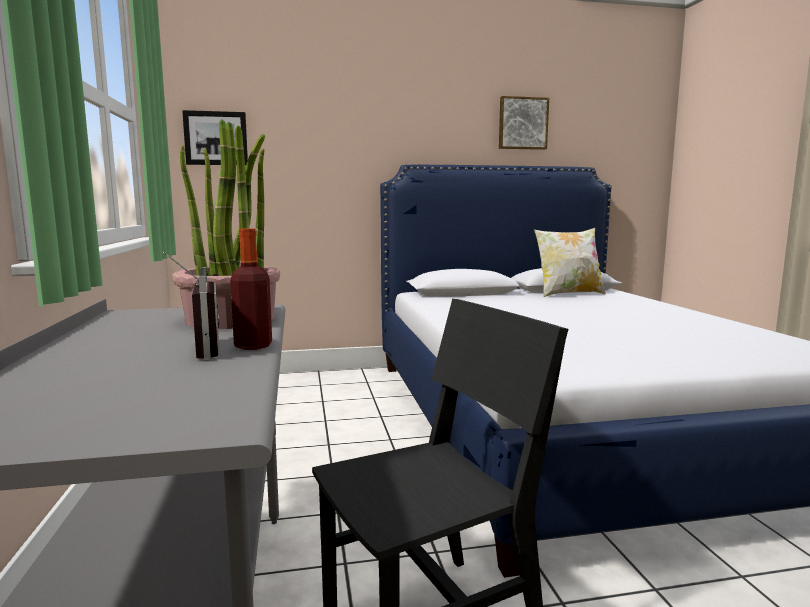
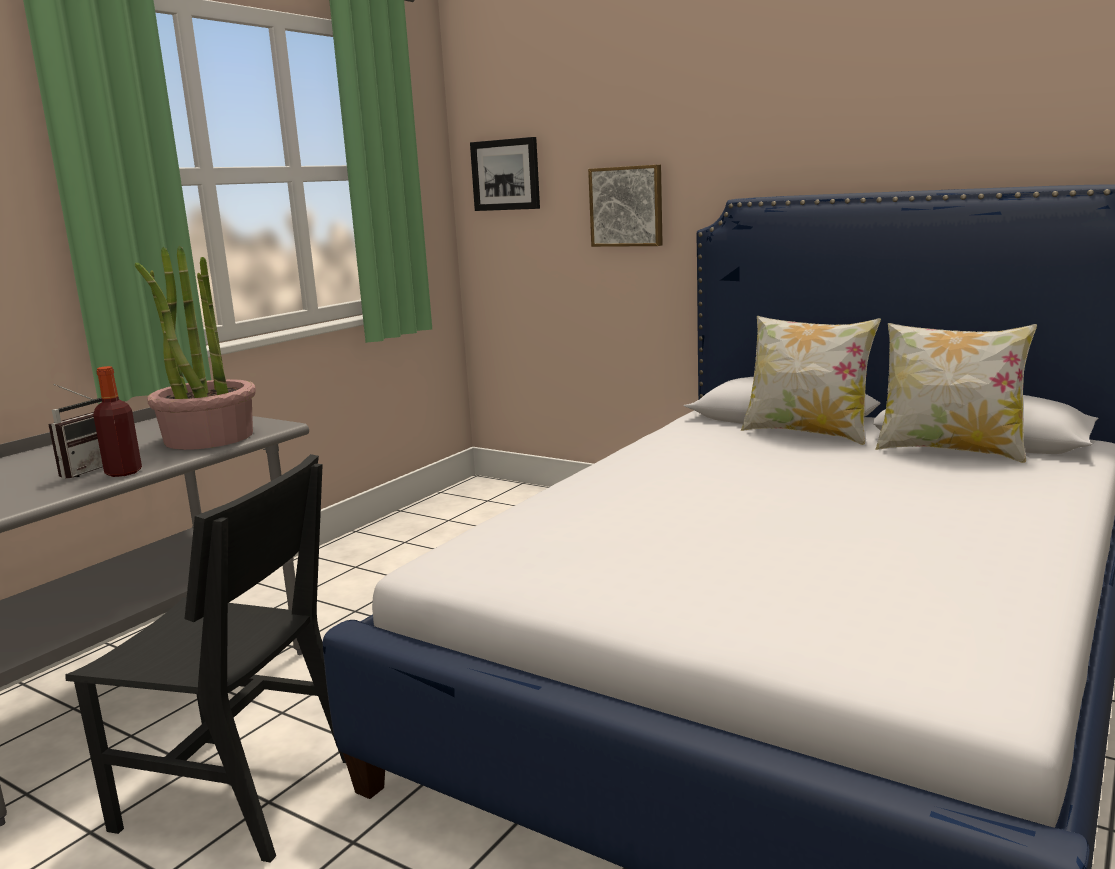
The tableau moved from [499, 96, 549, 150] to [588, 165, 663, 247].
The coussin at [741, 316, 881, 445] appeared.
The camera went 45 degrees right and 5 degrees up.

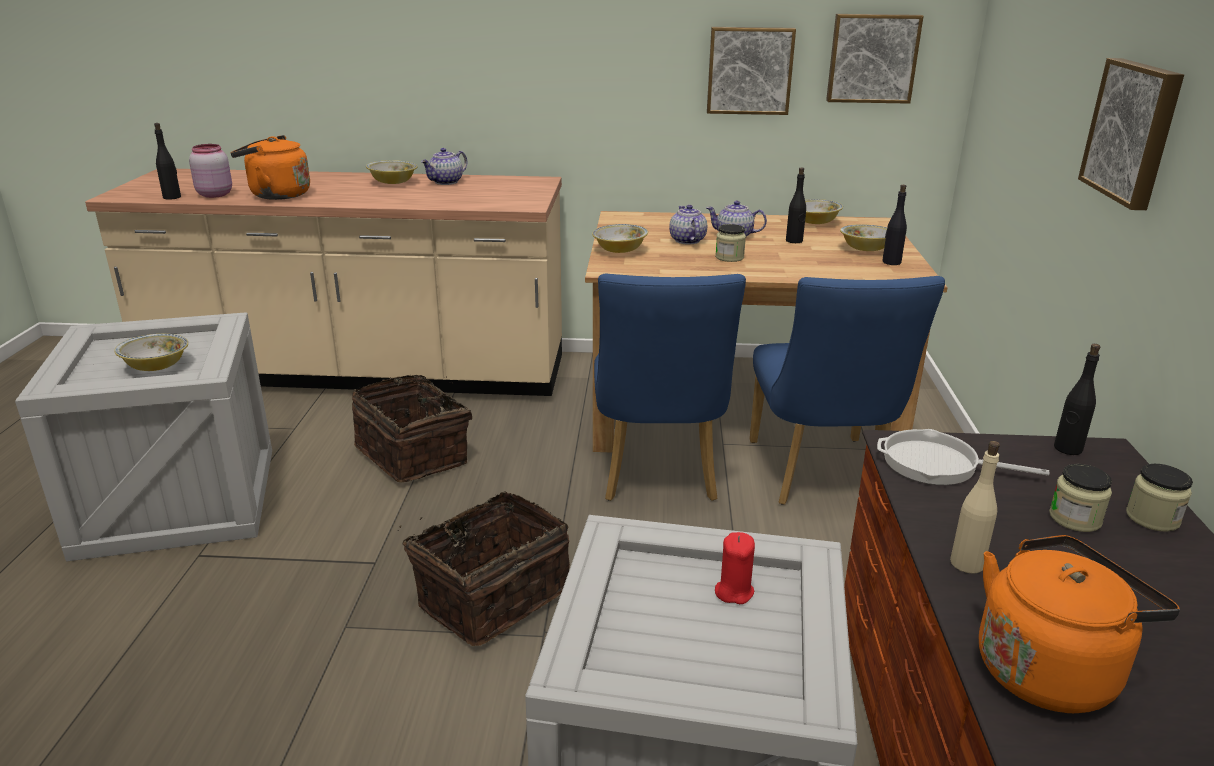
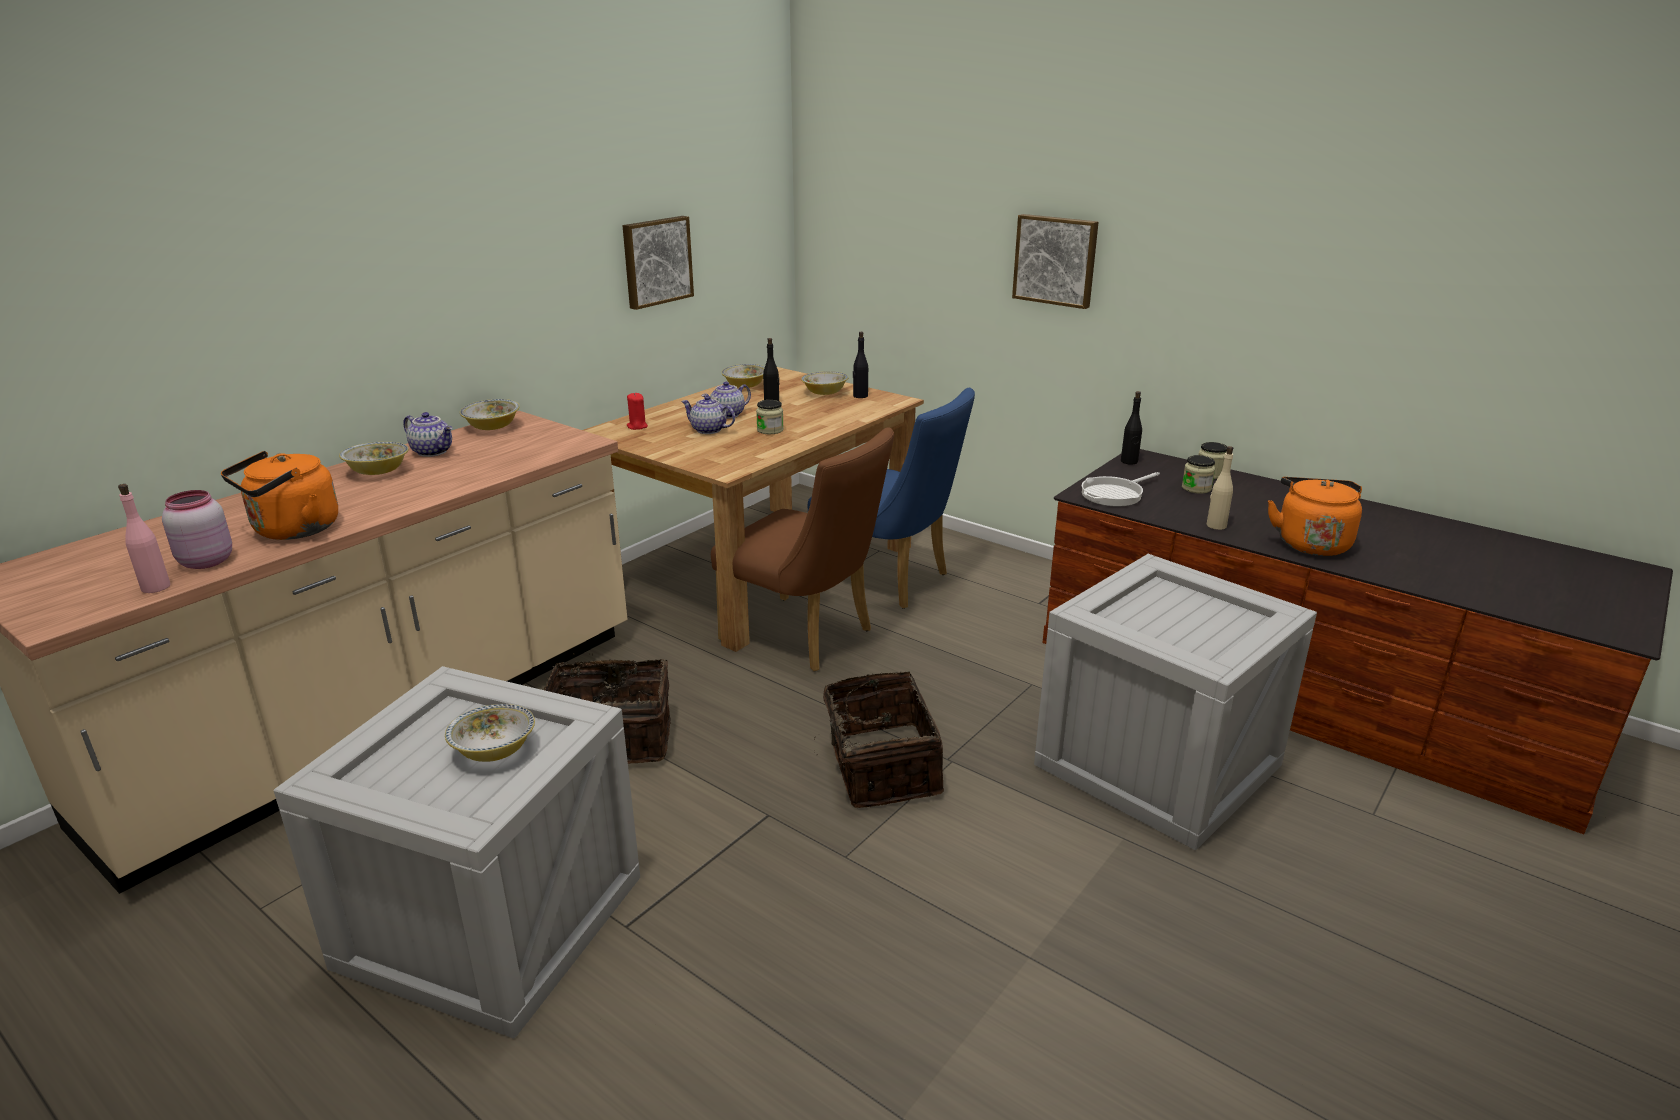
The tableau at [826, 14, 923, 104] disappeared.
The bouteille [noir] at [154, 123, 181, 200] became the bouteille [rose] at [118, 484, 170, 593].
The théière at [421, 148, 467, 185] turned 45 degrees counterclockwise.
The bol moved from [592, 224, 648, 253] to [460, 399, 520, 430].
The chaise [bleu] at [594, 274, 746, 501] became the chaise [marron] at [711, 427, 894, 672].
The bougie [rouge] moved from [715, 532, 755, 604] to [627, 393, 648, 430].
The camera went 55 degrees left and 0 degrees up.

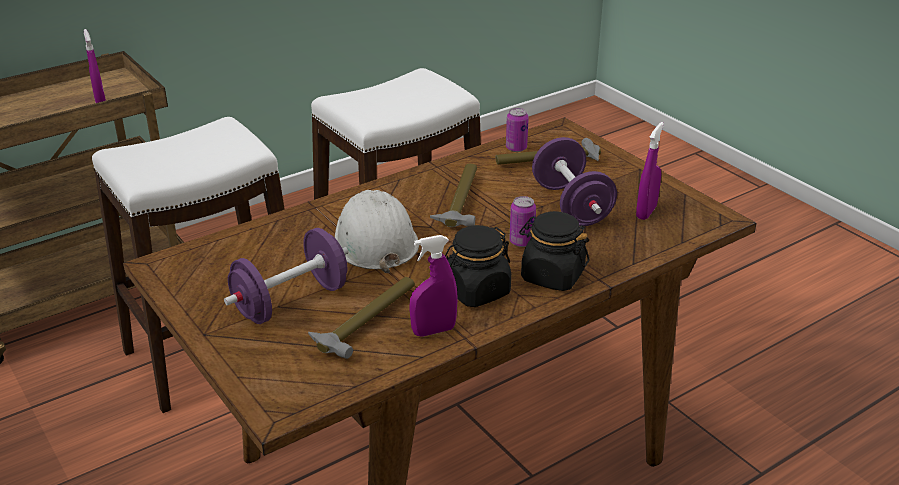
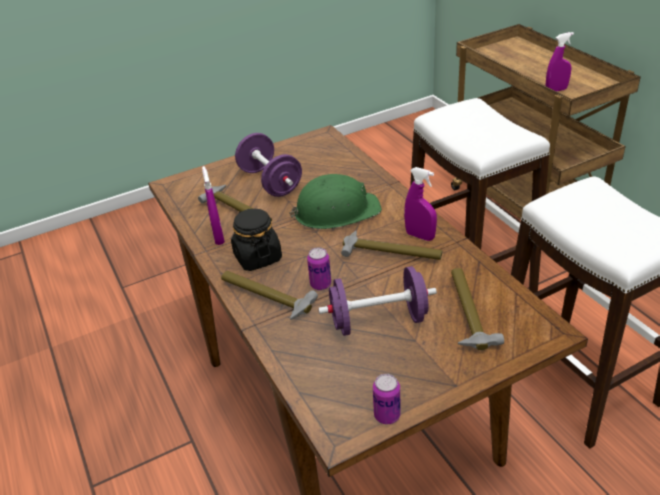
The boîte métallique moved from [506, 108, 529, 152] to [373, 374, 401, 424].
The vaporisateur [violet] moved from [636, 122, 664, 220] to [404, 167, 437, 241].
The casque de chantier [blanc] at [335, 190, 419, 273] became the casque de chantier [vert] at [289, 174, 382, 229].
The bocal [noir] at [519, 211, 589, 291] was replaced by the marteau at [221, 271, 318, 320].
The camera went 100 degrees right and 5 degrees up.

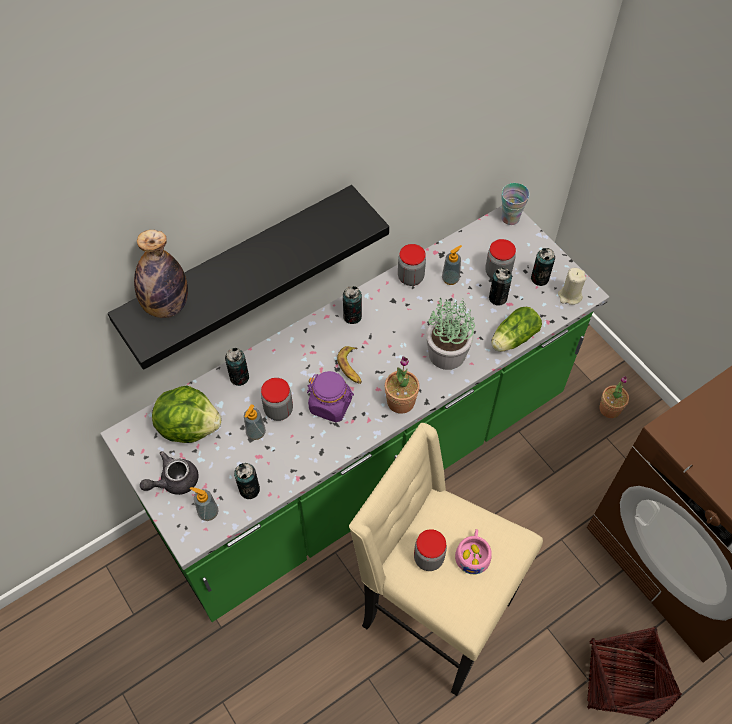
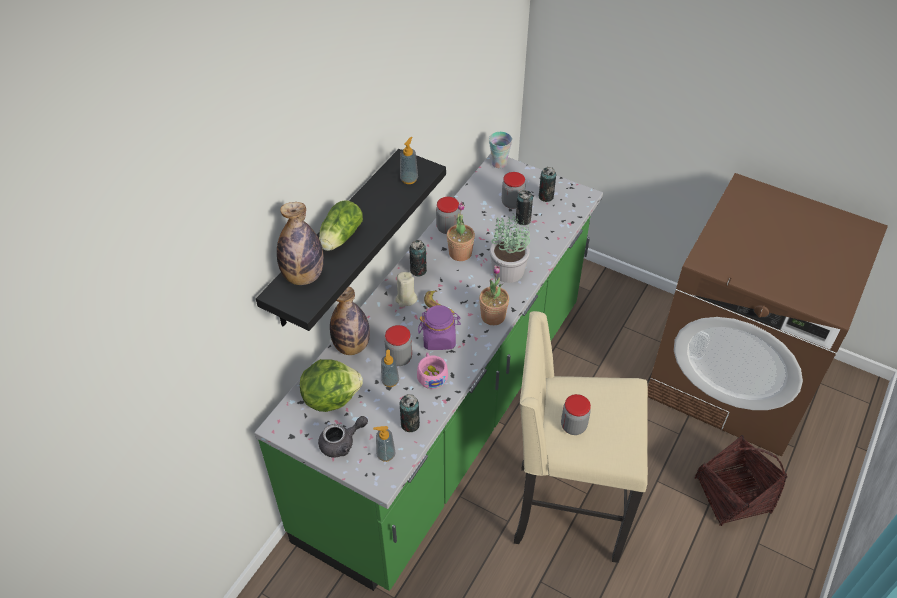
The distributeur de savon moved from [442, 245, 462, 285] to [400, 137, 418, 184].
The bougie [beige] moved from [558, 268, 586, 305] to [395, 272, 418, 307].
The laitue moved from [491, 307, 542, 352] to [319, 201, 363, 251].
The boîte métallique at [225, 348, 249, 386] was replaced by the bouteille at [330, 287, 370, 355].
The plante en pot moved from [599, 376, 629, 418] to [447, 202, 475, 261].
The théière [gris] at [140, 451, 199, 495] turned 150 degrees counterclockwise.
The tasse [rose] moved from [455, 529, 491, 574] to [417, 353, 448, 389].
The camera went 25 degrees left and 10 degrees down.

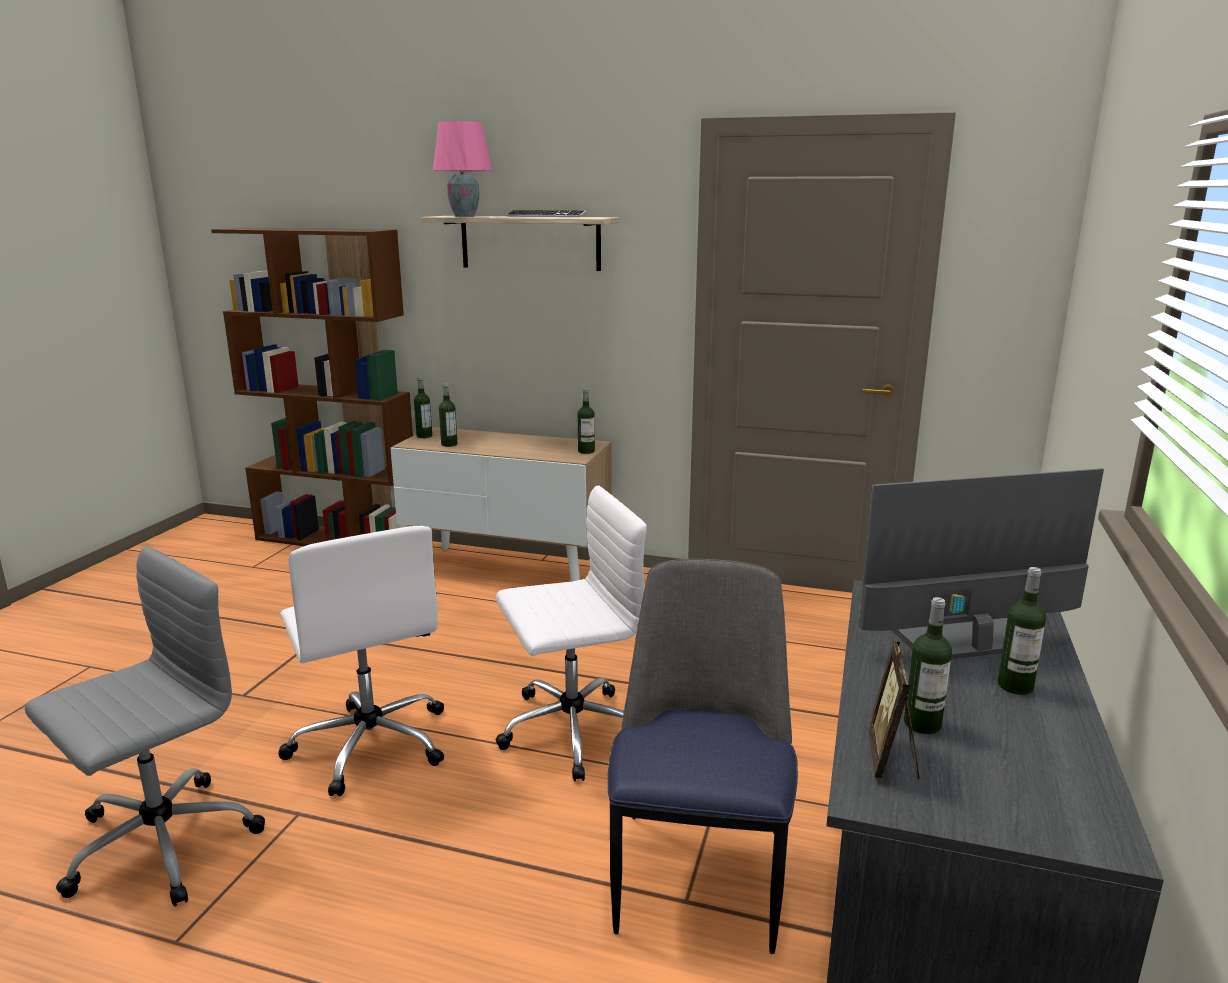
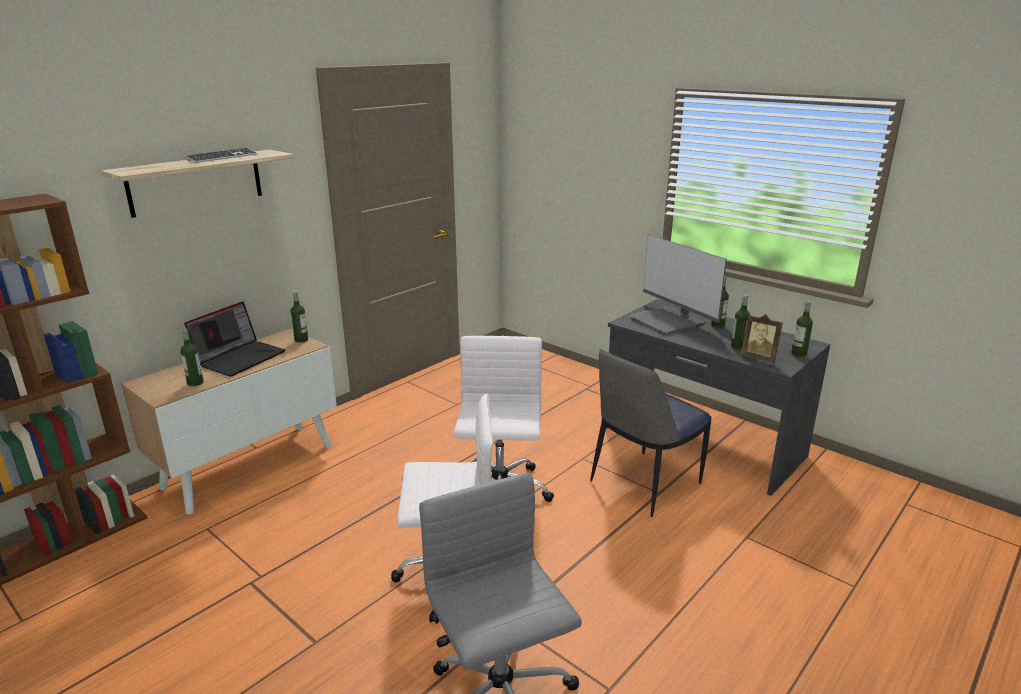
The lampe de table [rose] at [433, 121, 492, 217] disappeared.
The bouteille moved from [414, 377, 432, 438] to [791, 301, 813, 357].
The écran d'ordinateur at [858, 468, 1104, 659] turned 45 degrees counterclockwise.
The chaise at [608, 559, 798, 954] turned 75 degrees counterclockwise.
The ordinateur portable at [184, 301, 285, 377] appeared.
The camera went 65 degrees left and 5 degrees up.

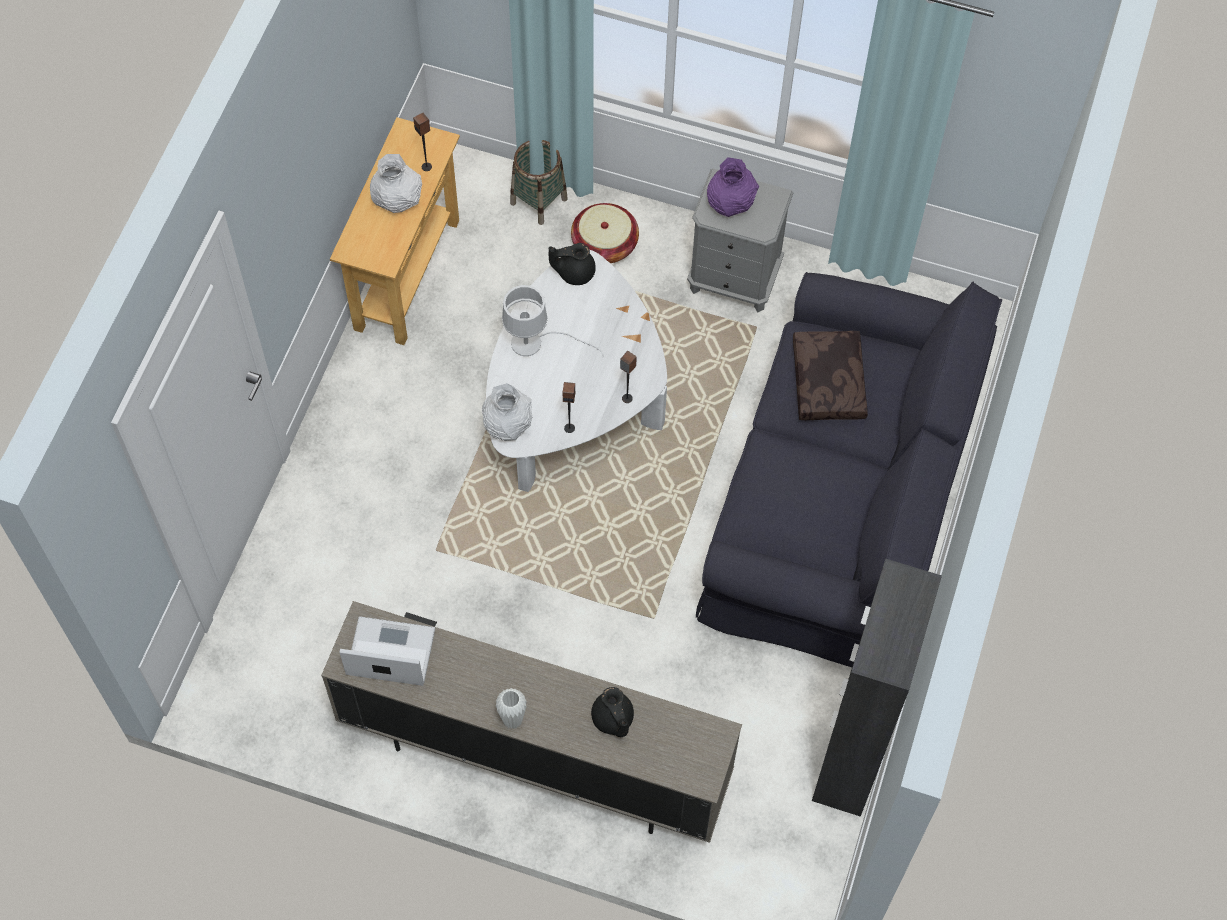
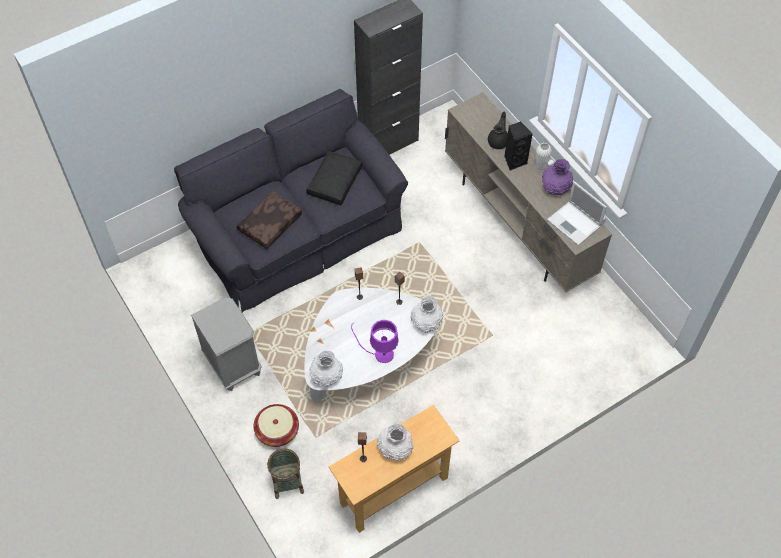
The vase [violet] moved from [707, 157, 759, 217] to [542, 159, 573, 195].
The théière [noir] at [549, 243, 596, 285] was replaced by the vase [blanc] at [310, 351, 343, 387].
The lampe de table [blanc] at [502, 285, 604, 358] became the lampe de table [violet] at [351, 320, 399, 363].
The enceinte [noir] at [504, 122, 533, 170] appeared.
The coussin [noir] at [306, 151, 362, 205] appeared.
The camera went 140 degrees left and 5 degrees down.

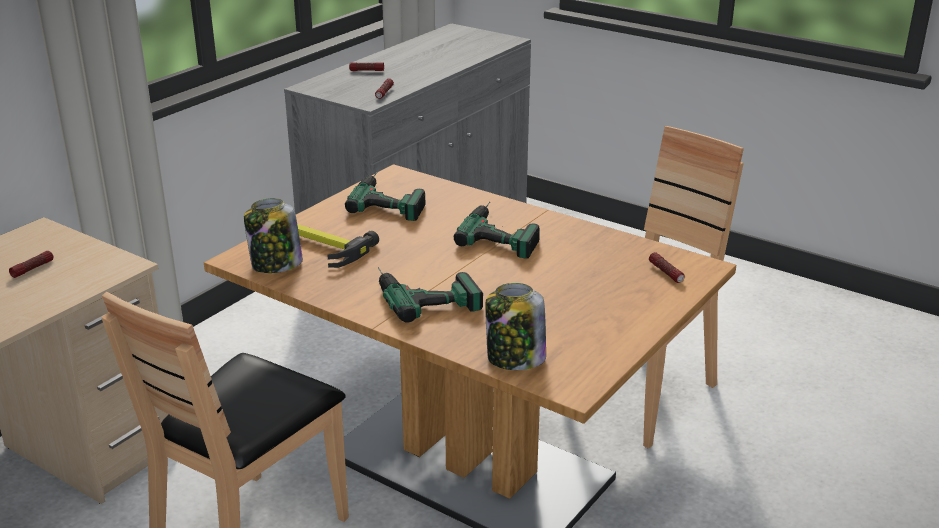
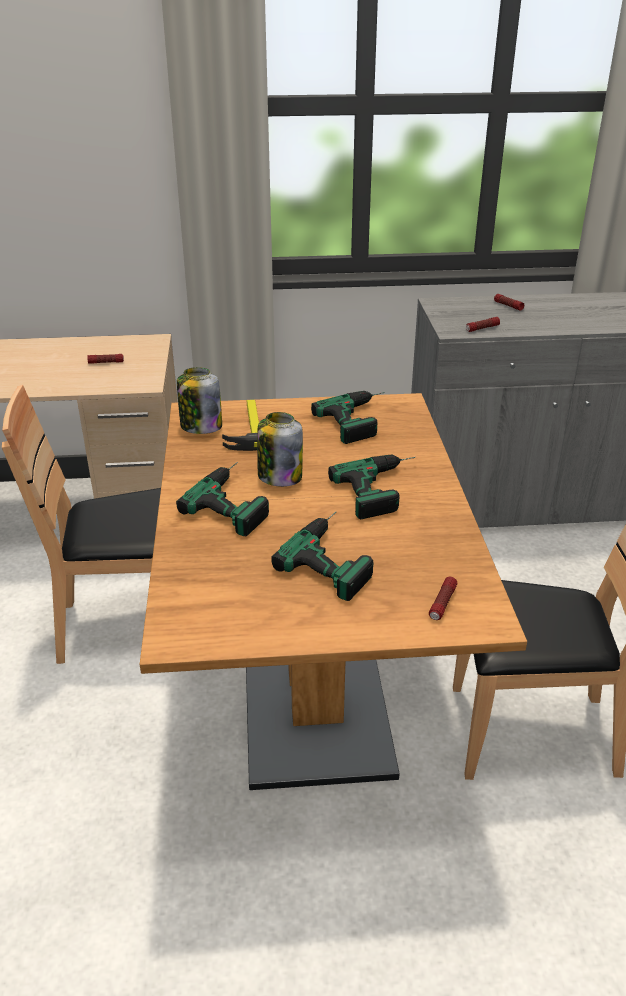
The bocal moved from [485, 283, 546, 370] to [257, 412, 303, 487].
The perceuse at [271, 512, 374, 601] appeared.
The camera went 50 degrees right and 5 degrees up.

